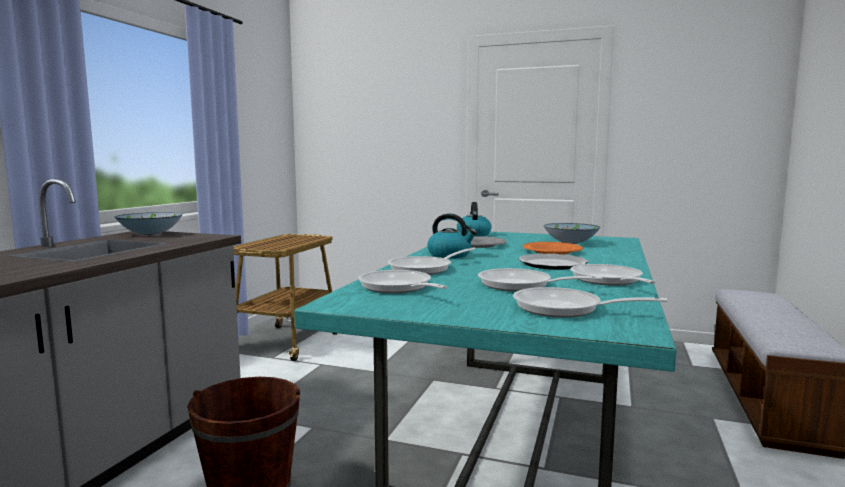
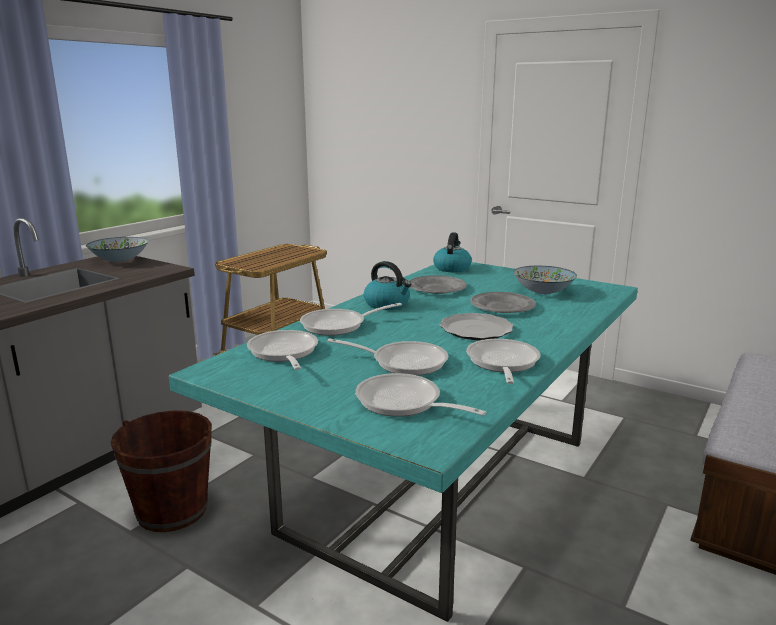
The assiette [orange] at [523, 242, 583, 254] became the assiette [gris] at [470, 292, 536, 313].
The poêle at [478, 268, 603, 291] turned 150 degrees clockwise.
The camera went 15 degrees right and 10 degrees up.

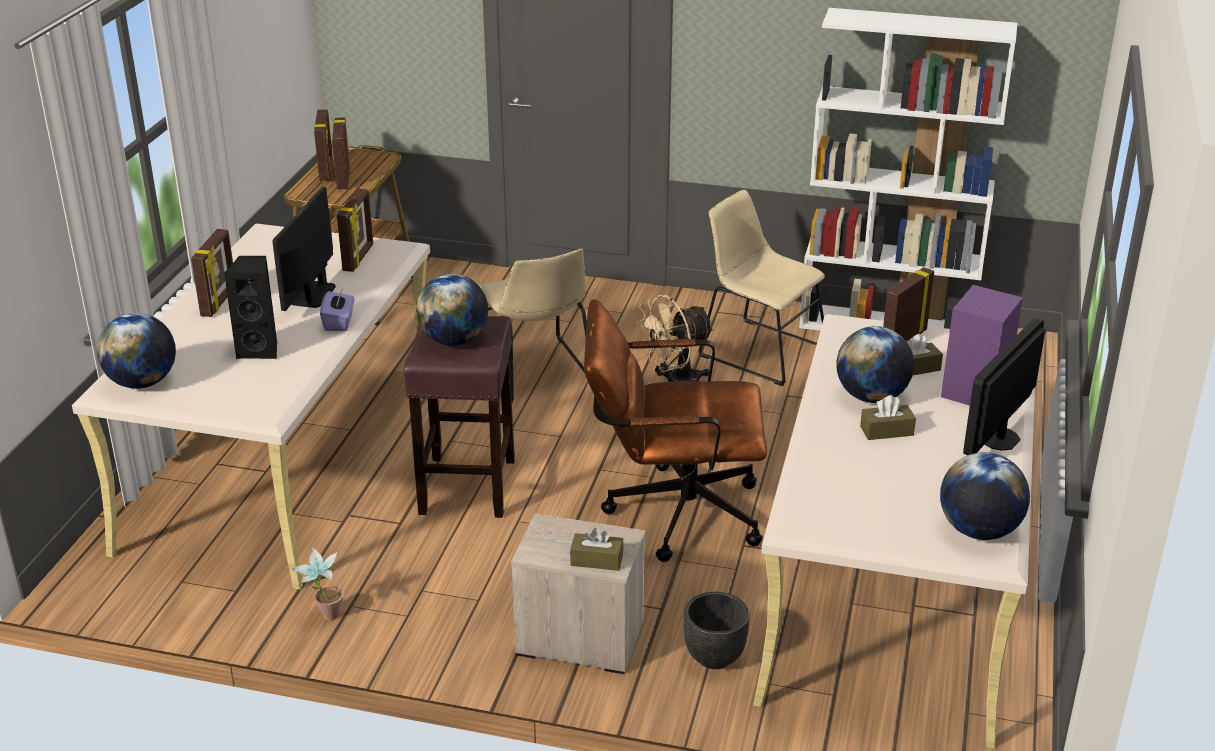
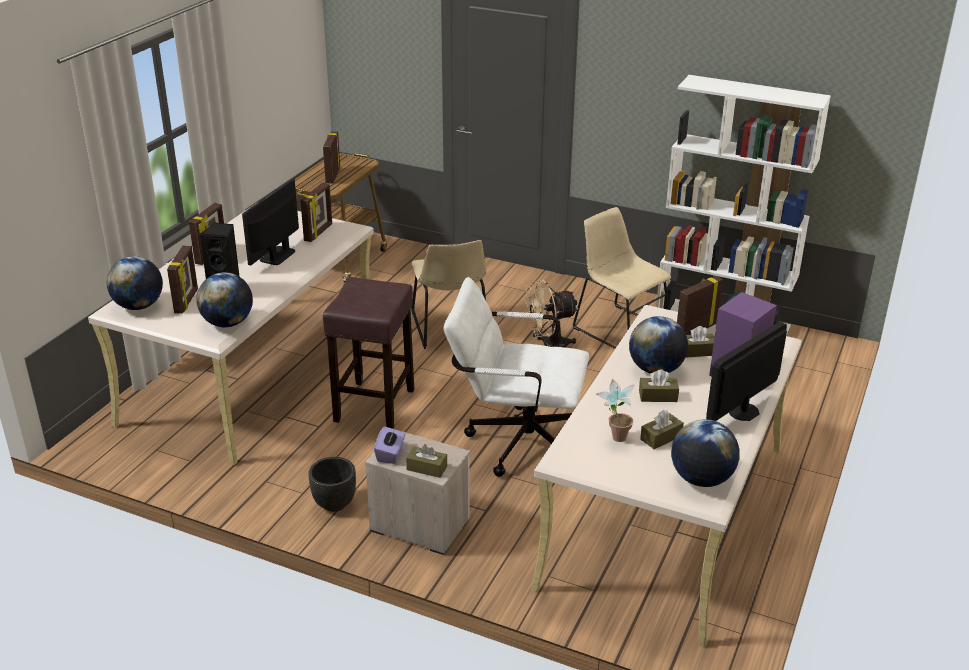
The cadre photo moved from [314, 109, 333, 181] to [167, 246, 198, 314].
The globe moved from [416, 274, 488, 346] to [196, 272, 253, 327].
The boîte à mouchoirs [violet] moved from [320, 289, 354, 331] to [374, 426, 405, 464].
The chaise de bureau [marron] at [584, 299, 767, 562] became the chaise de bureau [blanc] at [443, 277, 589, 477].
The plante en pot moved from [291, 547, 343, 620] to [595, 378, 635, 442].
The cache-pot [noir] moved from [683, 592, 750, 669] to [308, 457, 356, 512].
The boîte à mouchoirs [marron] at [640, 410, 684, 449] appeared.
The camera went 10 degrees right and 0 degrees up.

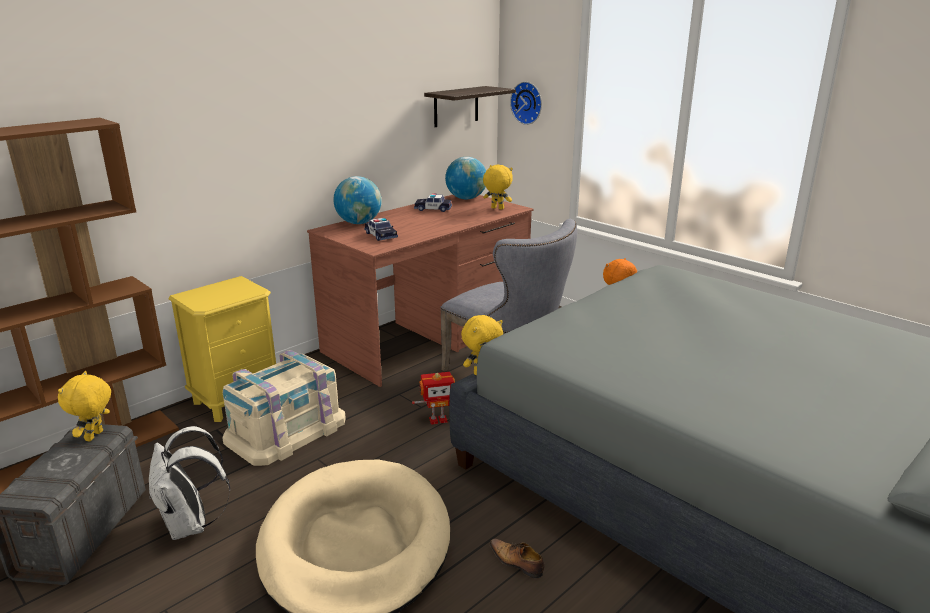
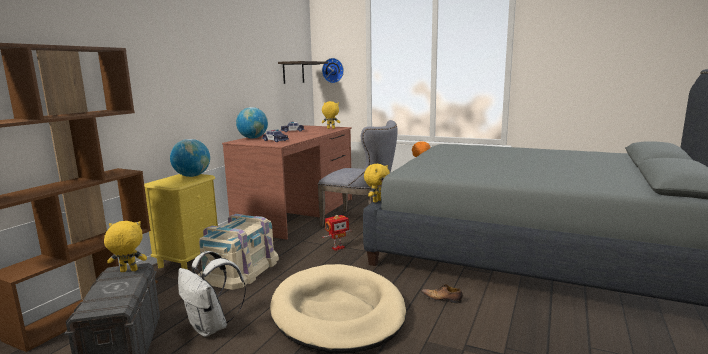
The globe moved from [445, 157, 486, 200] to [170, 139, 210, 177].
The peluche [jaune] at [58, 371, 111, 441] turned 90 degrees clockwise.
The camera went 20 degrees left and 10 degrees down.

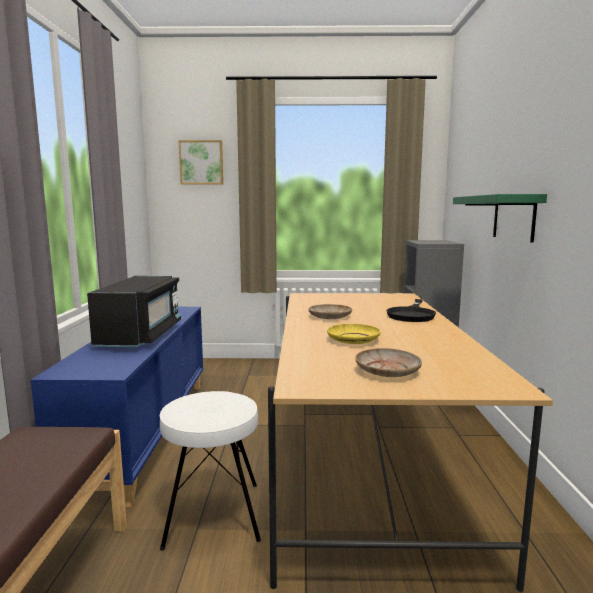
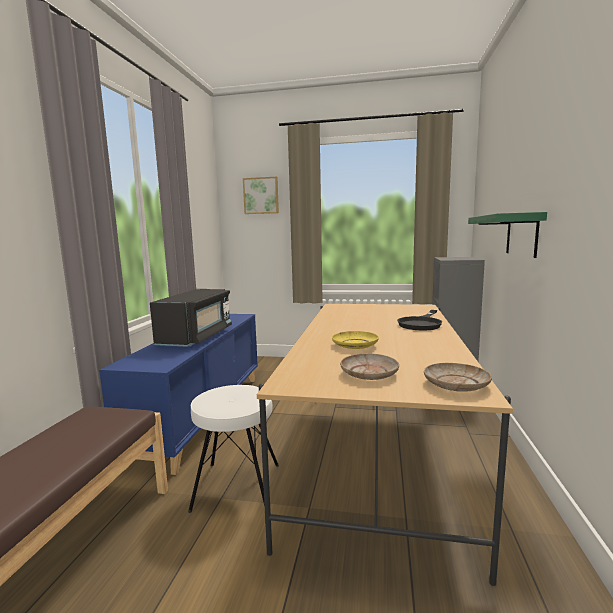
The assiette [beige] moved from [308, 304, 352, 319] to [424, 363, 492, 392].
The camera went 10 degrees right and 0 degrees up.

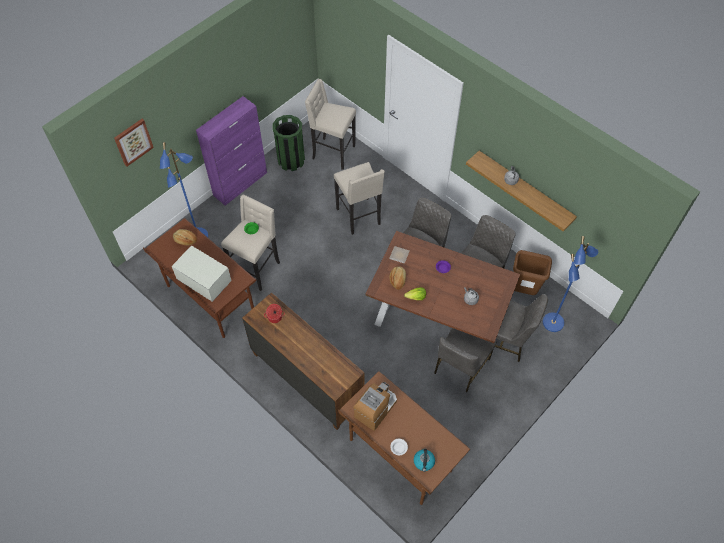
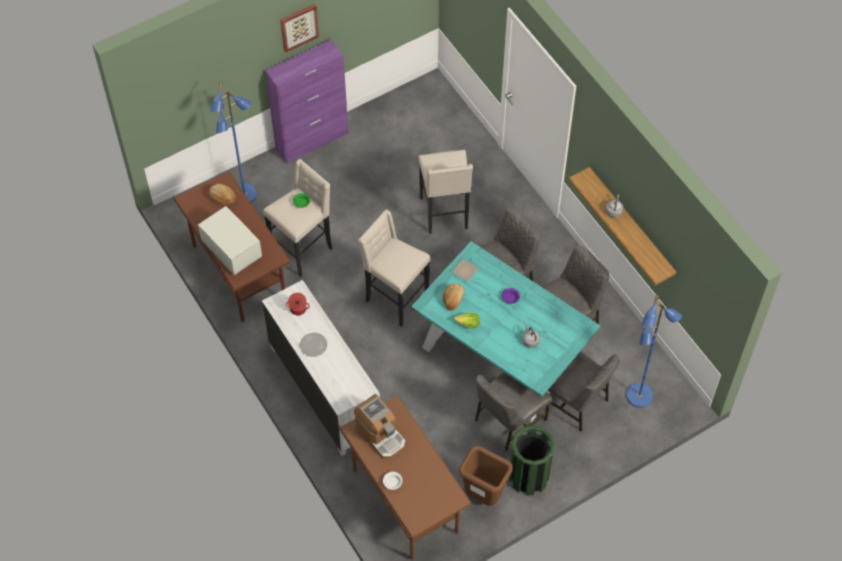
The tabouret [beige] moved from [305, 79, 356, 170] to [359, 209, 430, 327].
The poubelle [vert] moved from [272, 115, 305, 171] to [509, 425, 555, 495].
The tableau moved from [114, 119, 154, 166] to [280, 4, 319, 52].
The table à manger [marron] at [365, 231, 520, 343] became the table à manger [turquoise] at [411, 241, 600, 422].
The poubelle [marron] moved from [513, 250, 552, 295] to [459, 446, 513, 506].
The commode [marron] at [242, 292, 364, 430] became the commode [blanc] at [262, 280, 380, 456].
The machine à café at [353, 382, 397, 431] turned 90 degrees clockwise.
The bouilloire at [414, 449, 435, 472] disappeared.
The assiette at [300, 333, 327, 357] appeared.
The camera went 15 degrees right and 0 degrees up.

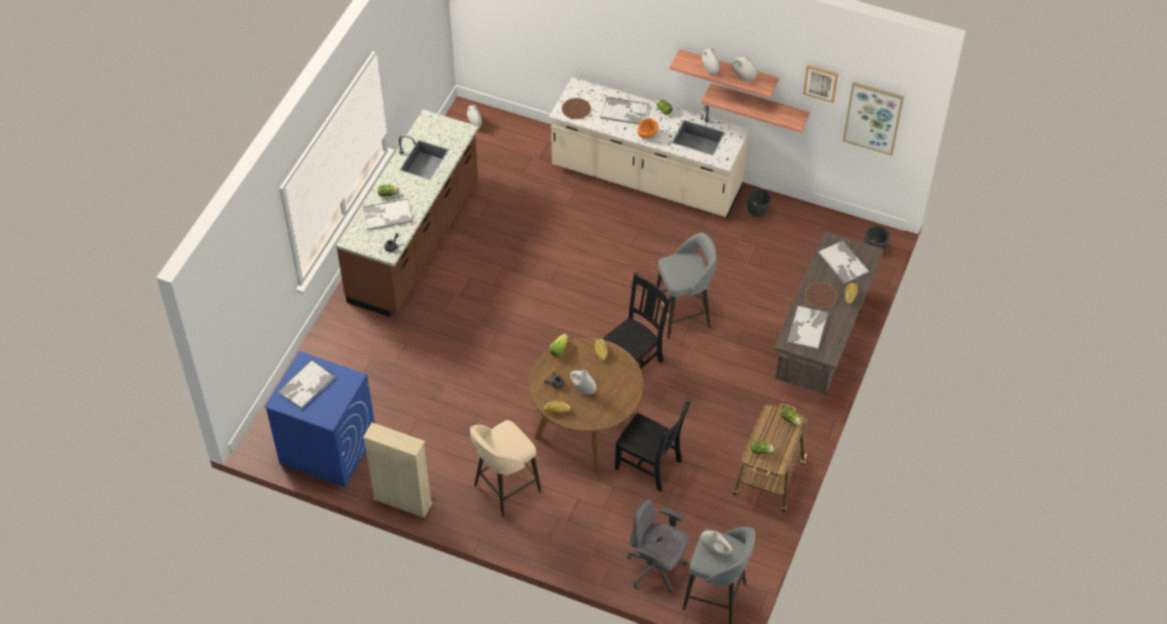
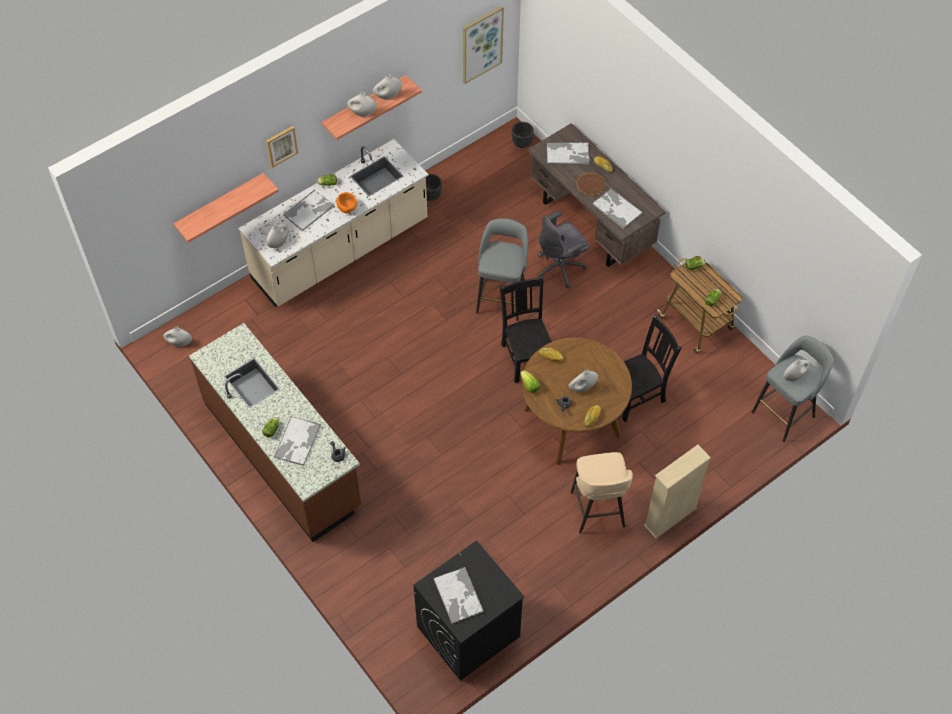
The tableau moved from [803, 64, 838, 103] to [266, 126, 298, 168].
The étagère moved from [701, 83, 810, 133] to [173, 173, 279, 243].
The assiette [marron] at [562, 98, 591, 119] was replaced by the vase [blanc] at [266, 224, 289, 248].
The lave-linge [bleu] at [264, 351, 375, 487] became the lave-linge [noir] at [413, 540, 524, 681].
The bibliothèque [beige] moved from [363, 423, 433, 518] to [644, 445, 711, 538].
The chaise de bureau [gris] moved from [626, 499, 689, 593] to [537, 211, 589, 289].
The camera went 60 degrees left and 5 degrees up.

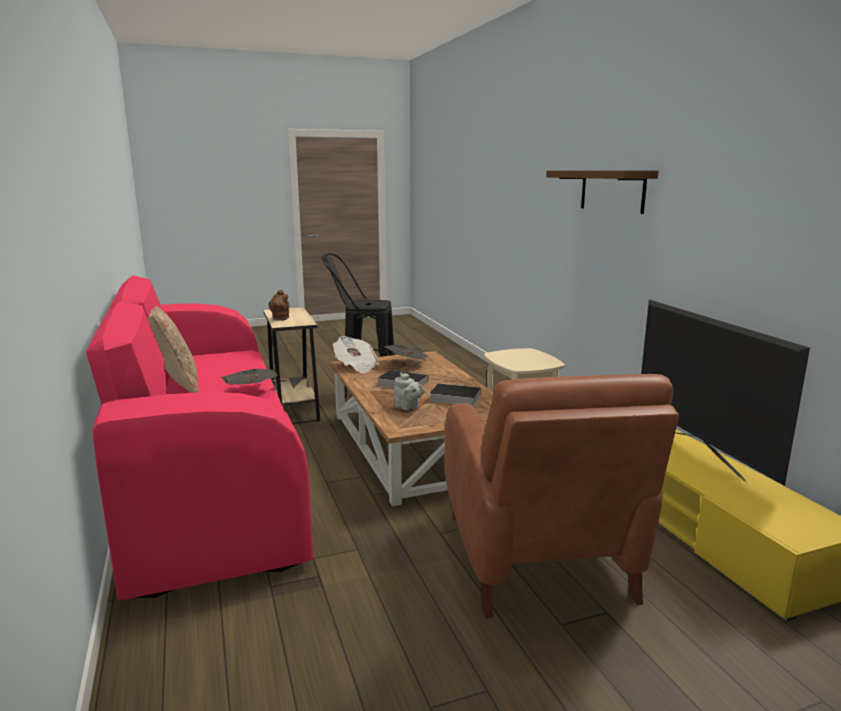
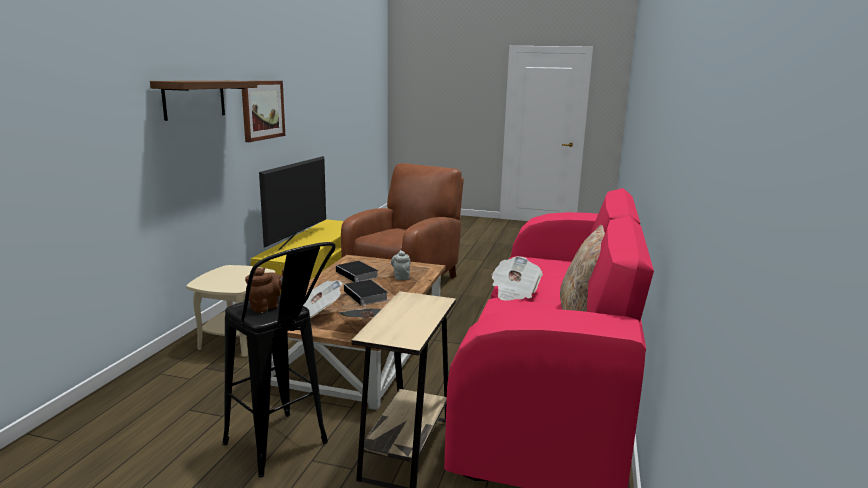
The théière [marron] moved from [269, 290, 289, 321] to [245, 267, 284, 313].
The tableau at [242, 81, 285, 142] appeared.
The camera went 145 degrees left and 0 degrees up.

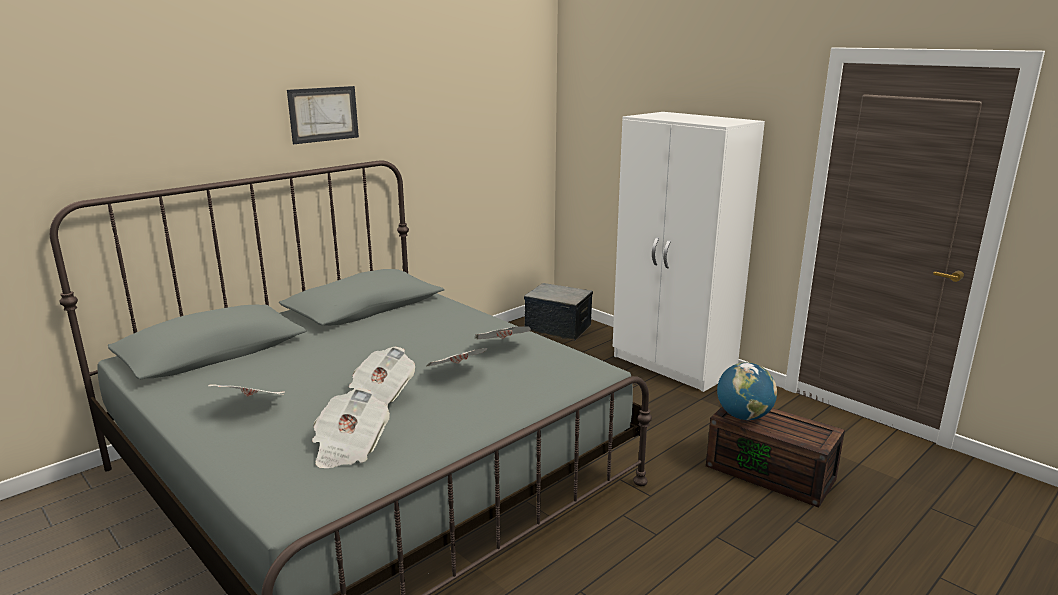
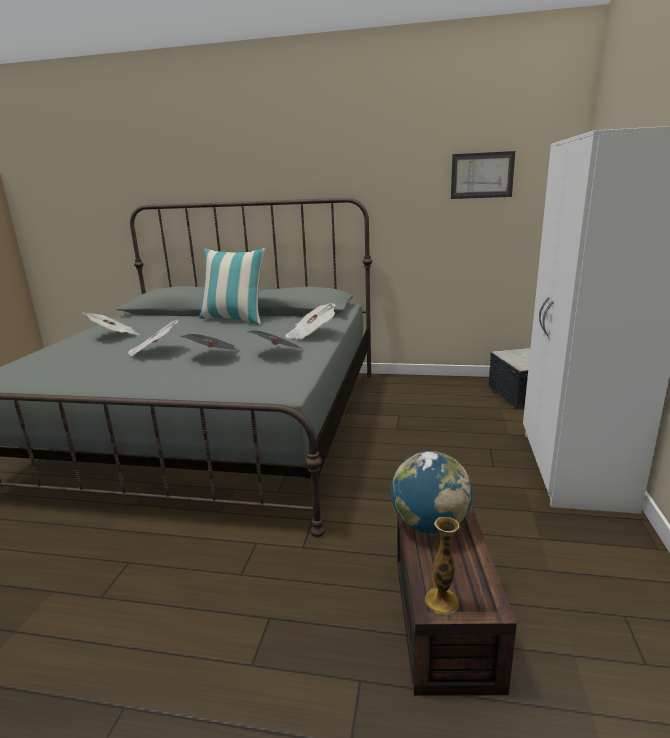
The tableau moved from [287, 86, 359, 144] to [451, 151, 515, 199].
The journal moved from [312, 388, 390, 468] to [285, 303, 336, 340].
The coussin at [199, 248, 266, 325] appeared.
The vase at [425, 517, 459, 614] appeared.
The camera went 55 degrees right and 0 degrees up.

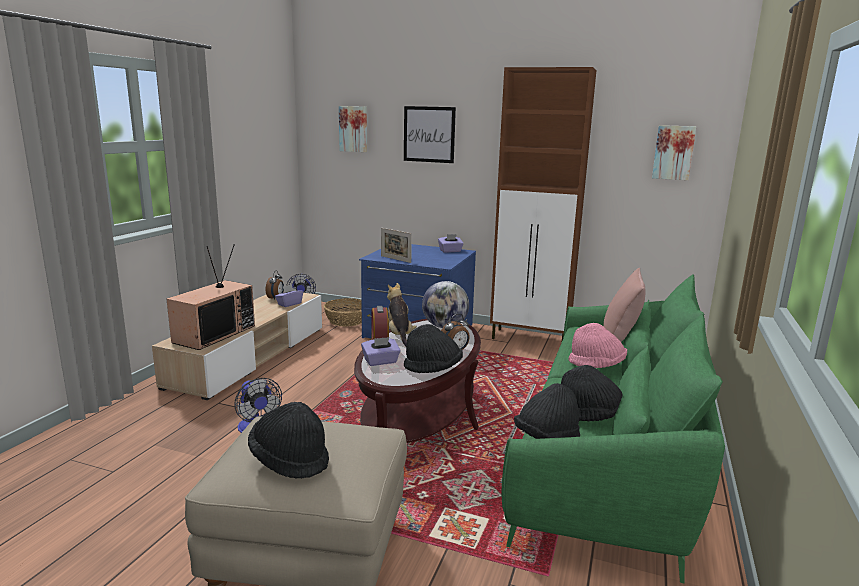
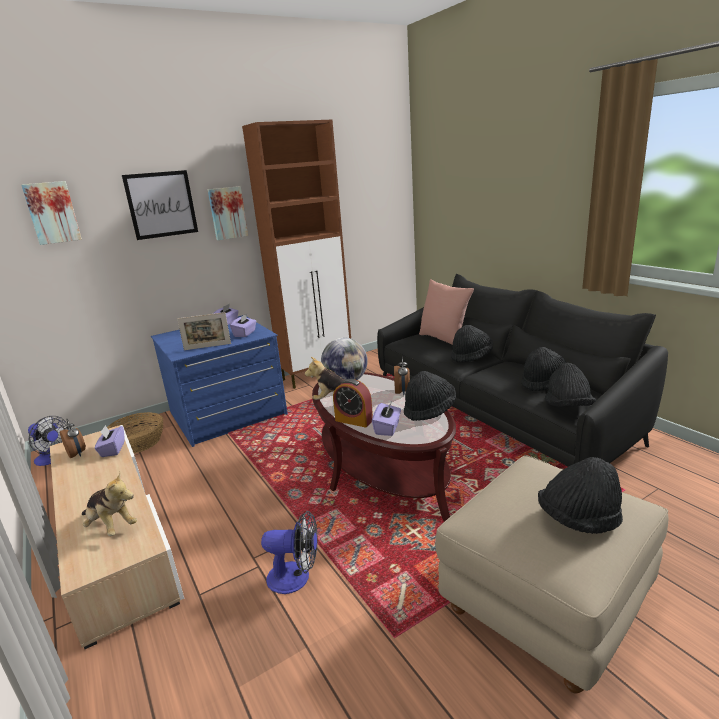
The tableau moved from [652, 125, 696, 180] to [208, 186, 248, 240].
The téléviseur at [166, 244, 255, 350] was replaced by the peluche at [82, 472, 137, 536].
The canapé [vert] at [502, 274, 725, 583] became the canapé [noir] at [377, 274, 668, 467].
The chapeau [rose] at [568, 323, 627, 368] became the chapeau [noir] at [451, 325, 493, 362].
The boîte à mouchoirs [violet] at [230, 314, 256, 337] appeared.
The camera went 50 degrees left and 5 degrees up.

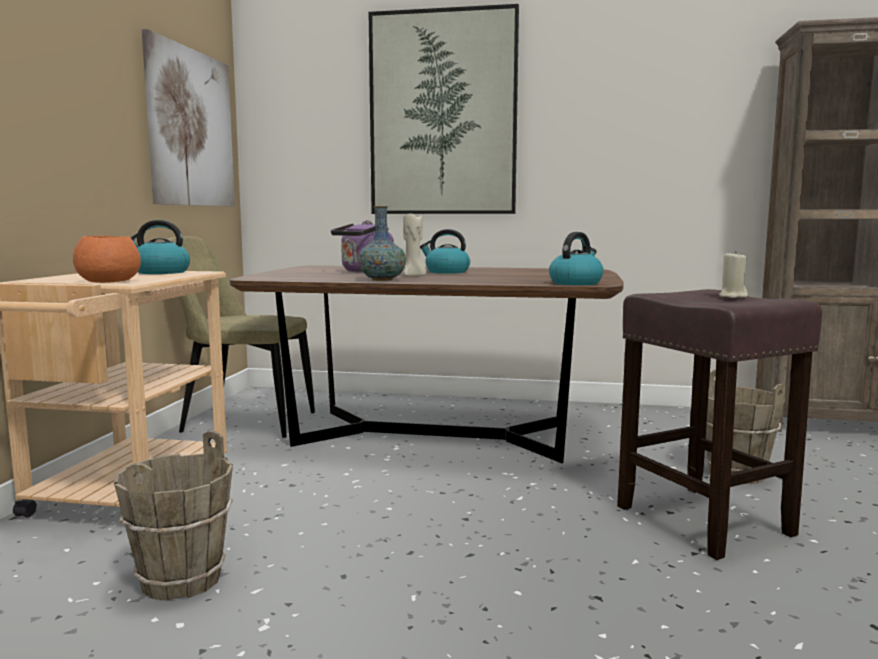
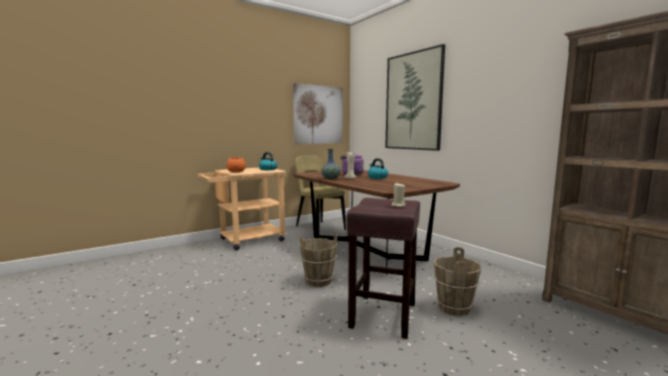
The bouilloire at [549, 232, 604, 285] disappeared.
The seau [marron] moved from [114, 431, 233, 601] to [300, 233, 338, 287].
The camera went 45 degrees right and 0 degrees up.

